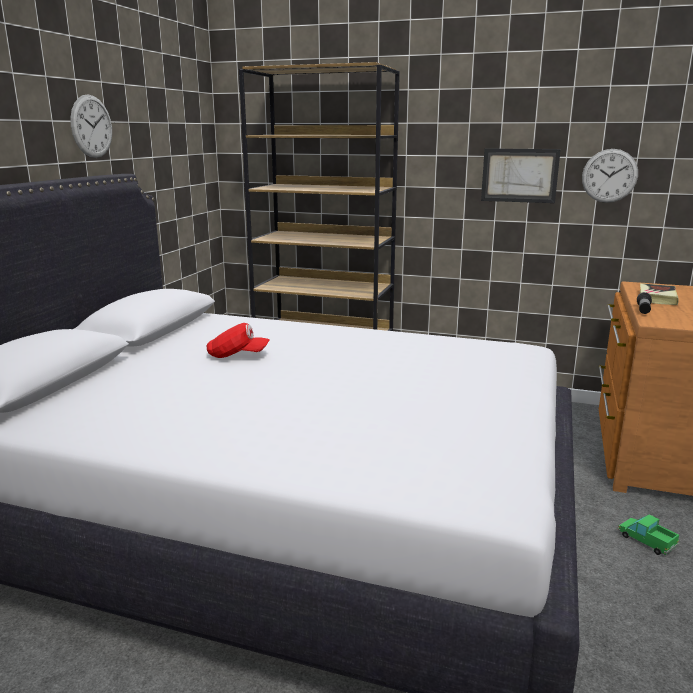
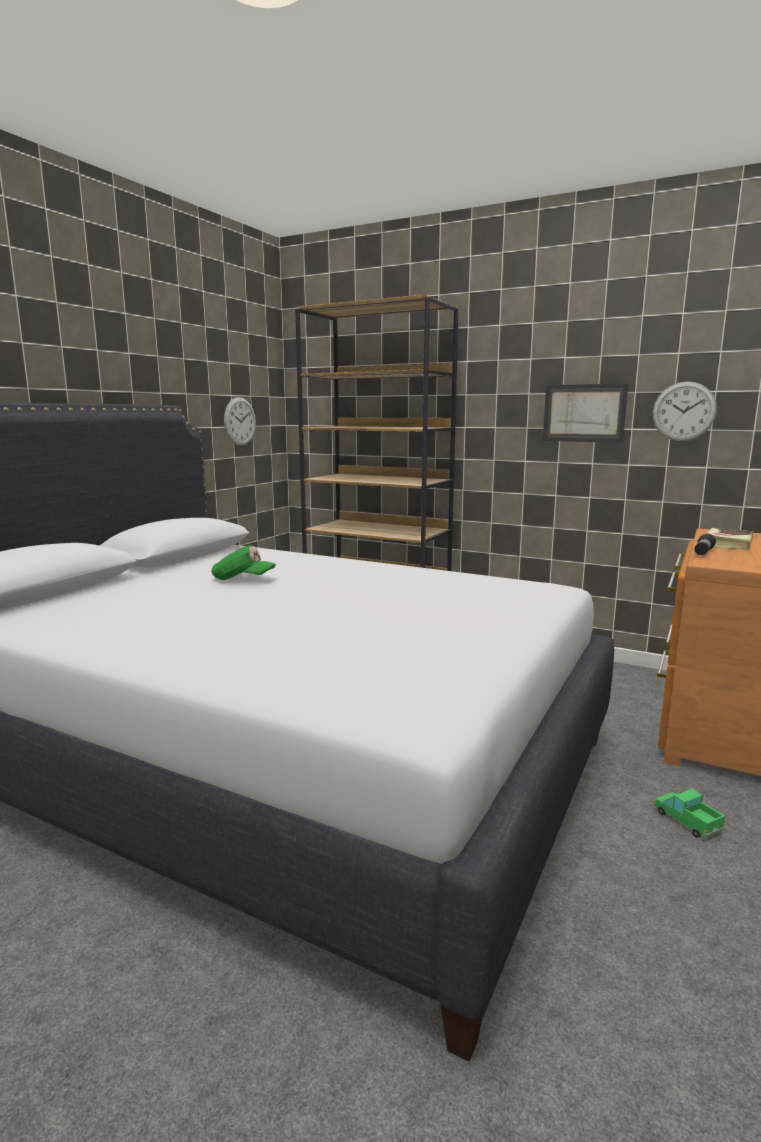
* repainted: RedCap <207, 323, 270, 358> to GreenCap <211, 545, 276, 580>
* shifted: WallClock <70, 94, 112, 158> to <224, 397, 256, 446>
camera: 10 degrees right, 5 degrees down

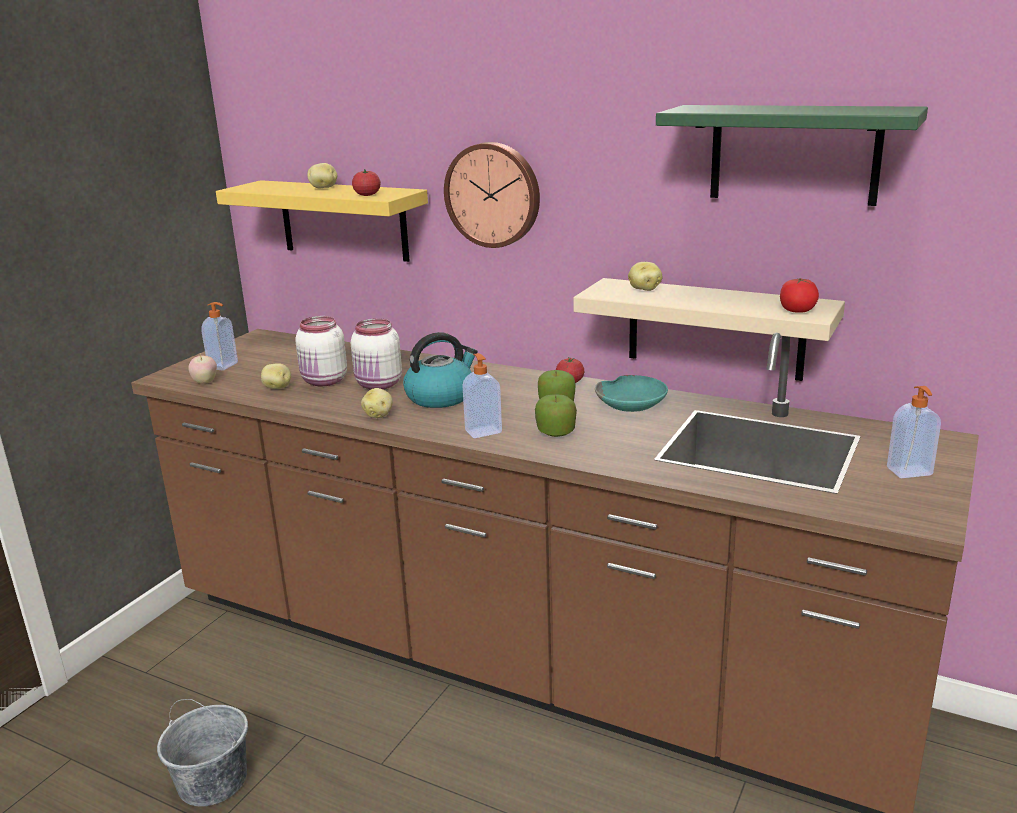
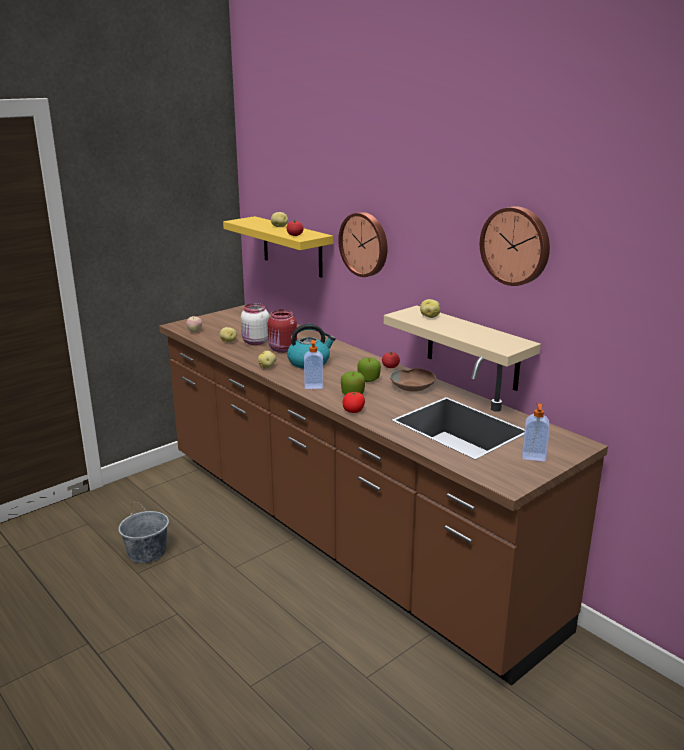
* repainted: WhiteJar <351, 318, 402, 390> to RedJar <268, 310, 297, 353>
* shifted: Tomato <780, 278, 819, 313> to <342, 392, 365, 413>
* repainted: TurquoiseBowl <595, 375, 668, 412> to BrownBowl <390, 368, 436, 392>
* swapped: GreenShelf <656, 105, 928, 206> to WallClock <480, 206, 550, 286>
* gone: SoapDispenser <201, 302, 238, 371>
camera: 20 degrees right, 0 degrees up

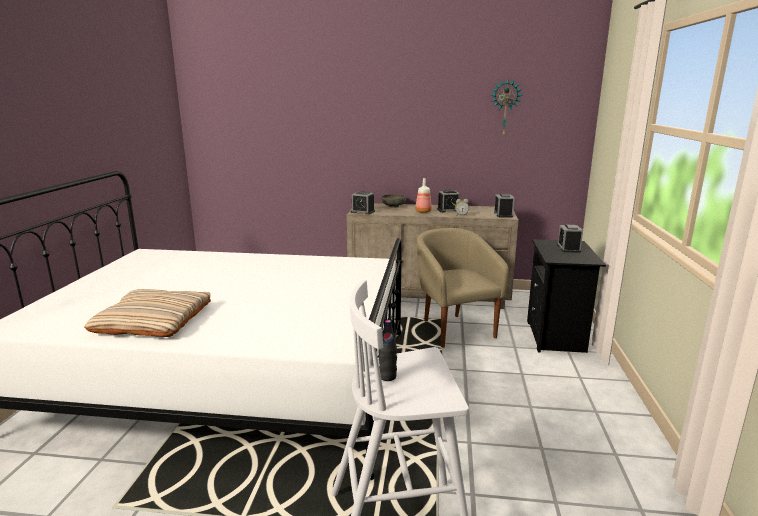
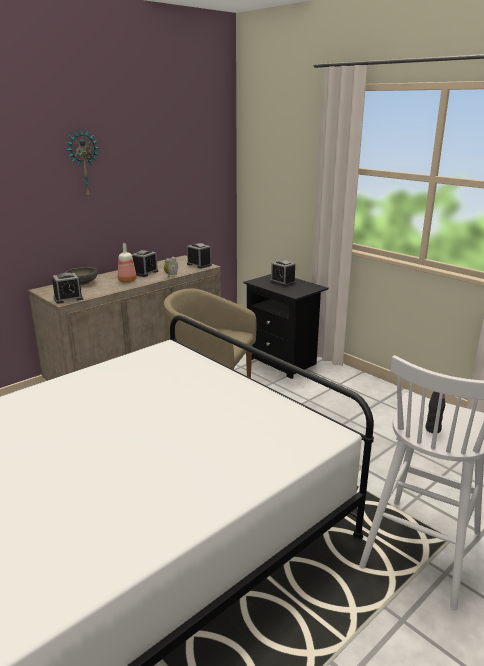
* shifted: WallClock <490, 79, 523, 138> to <66, 130, 99, 199>
* gone: BeigePillow <84, 289, 211, 337>
camera: 50 degrees left, 5 degrees up

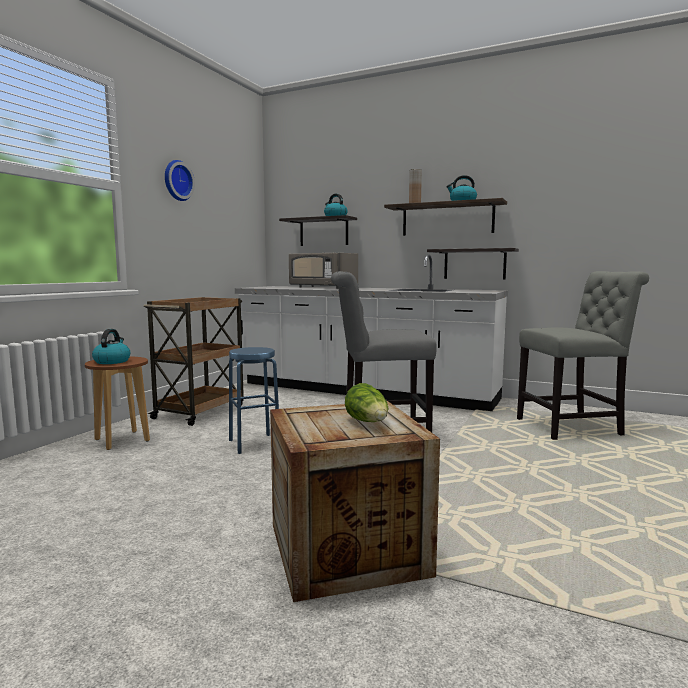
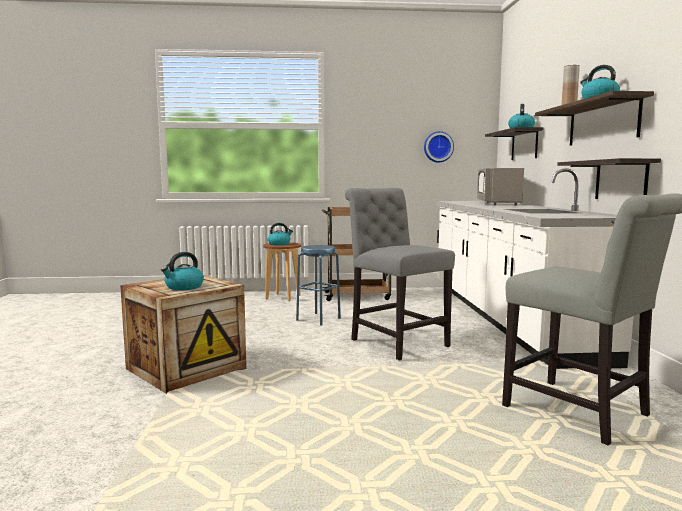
* swapped: Lettuce <345, 383, 388, 422> to Kettle <161, 252, 204, 290>
* shifted: WallClock <165, 160, 195, 201> to <424, 131, 454, 163>
camera: 60 degrees right, 0 degrees up

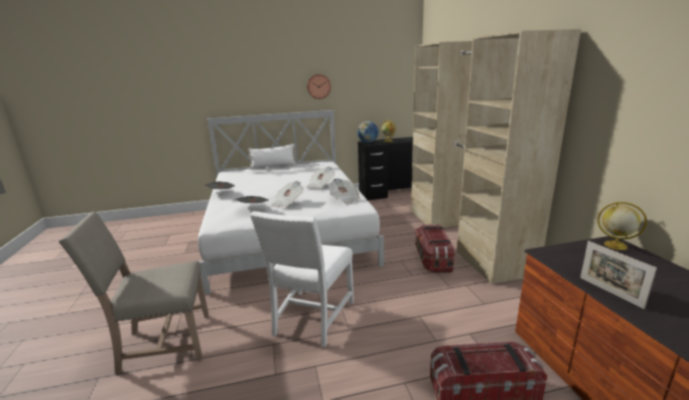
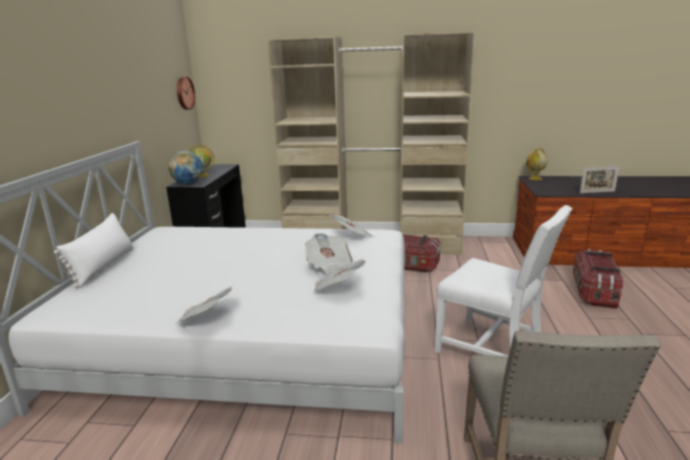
* shifted: WallClock <307, 74, 331, 99> to <177, 76, 195, 110>
* gone: Newspaper <306, 167, 335, 189>
camera: 70 degrees left, 0 degrees up

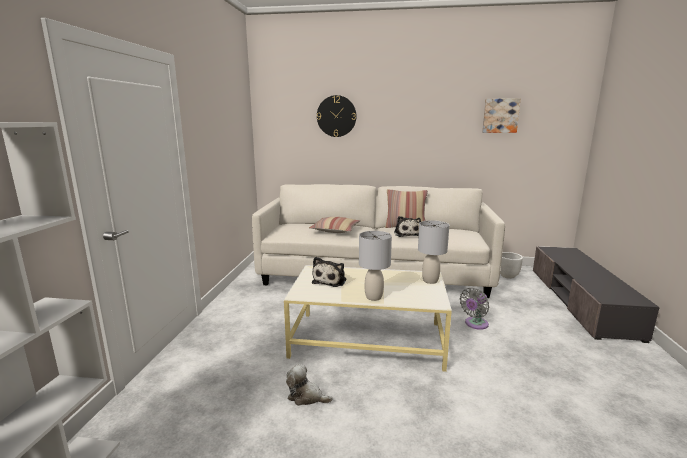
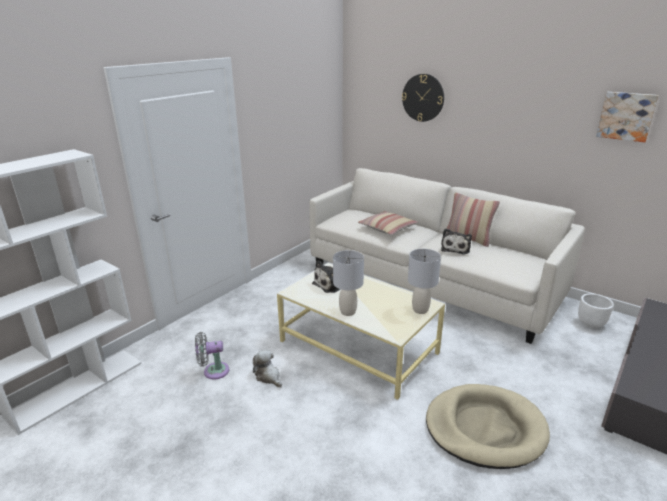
* shifted: GreyFan <460, 288, 489, 330> to <195, 332, 229, 380>
* new: BeigeDogBed <426, 384, 550, 469>
camera: 30 degrees right, 10 degrees up

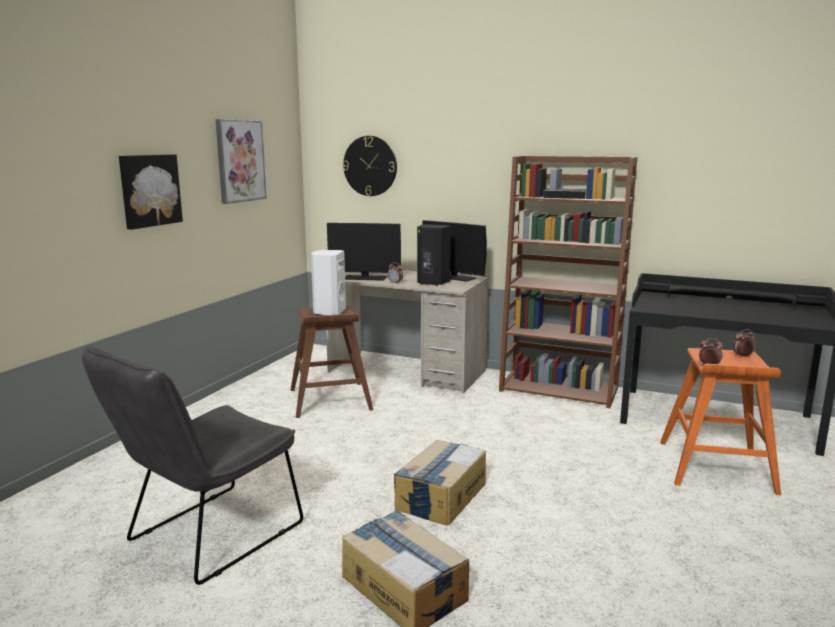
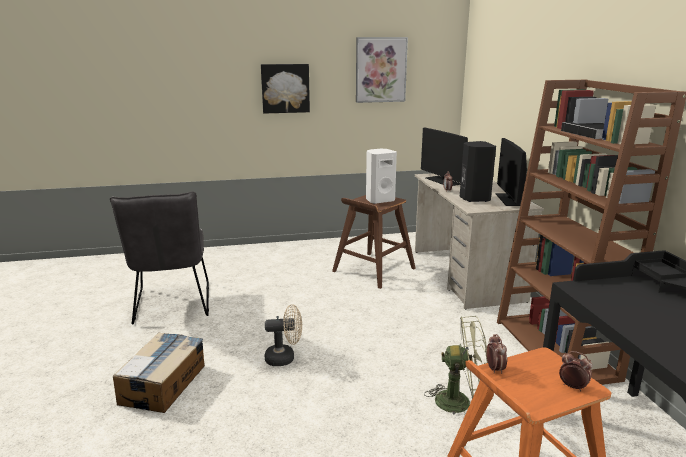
* rotated: GreyChair <82, 345, 303, 585> = <110, 191, 209, 324> 105 degrees counterclockwise
* swapped: CardboardBox <393, 440, 486, 526> to BeigeFan <264, 304, 302, 366>
* new: GreenFan <424, 316, 488, 414>
* gone: WallClock <343, 136, 397, 196>
camera: 55 degrees right, 5 degrees up

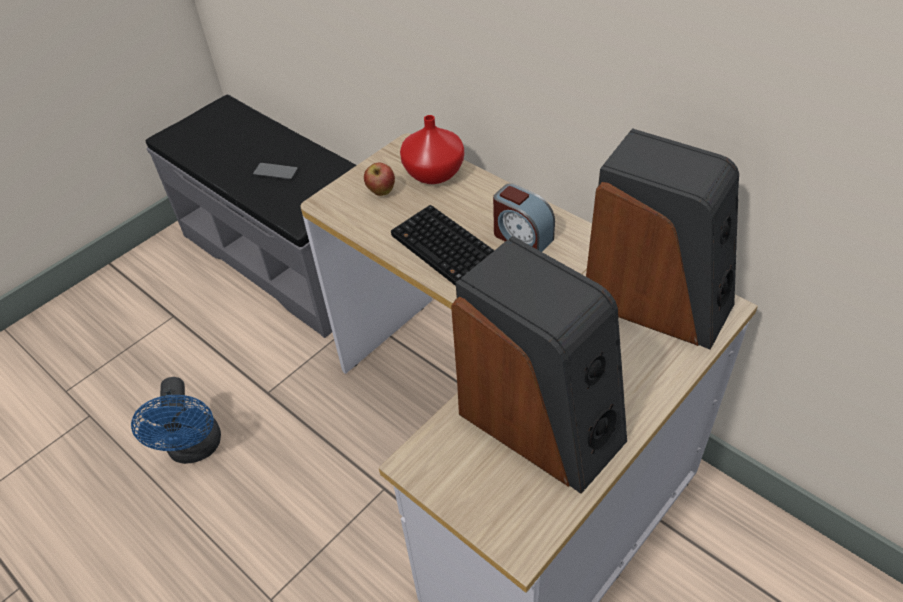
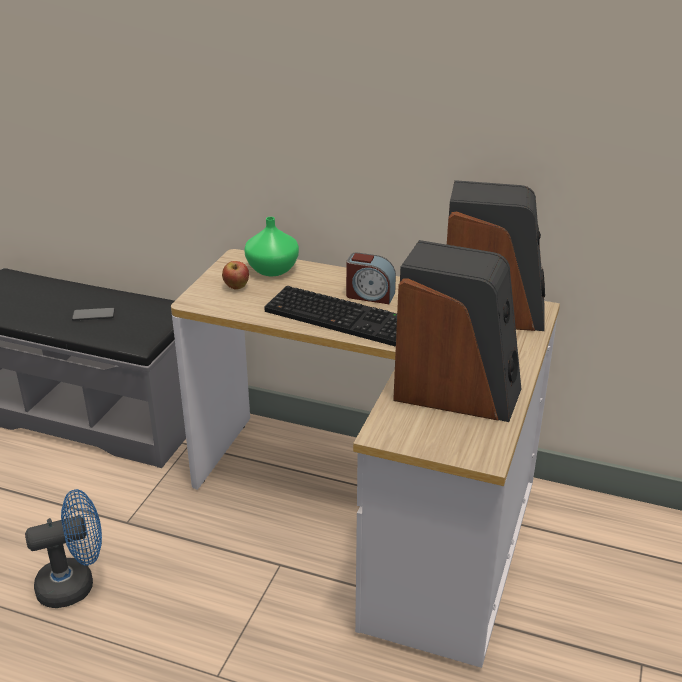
* rotated: BlueFan <131, 377, 221, 464> = <25, 489, 102, 608> 75 degrees counterclockwise
* repainted: RedVase <400, 115, 464, 184> to GreenVase <244, 217, 299, 276>
camera: 25 degrees left, 15 degrees down

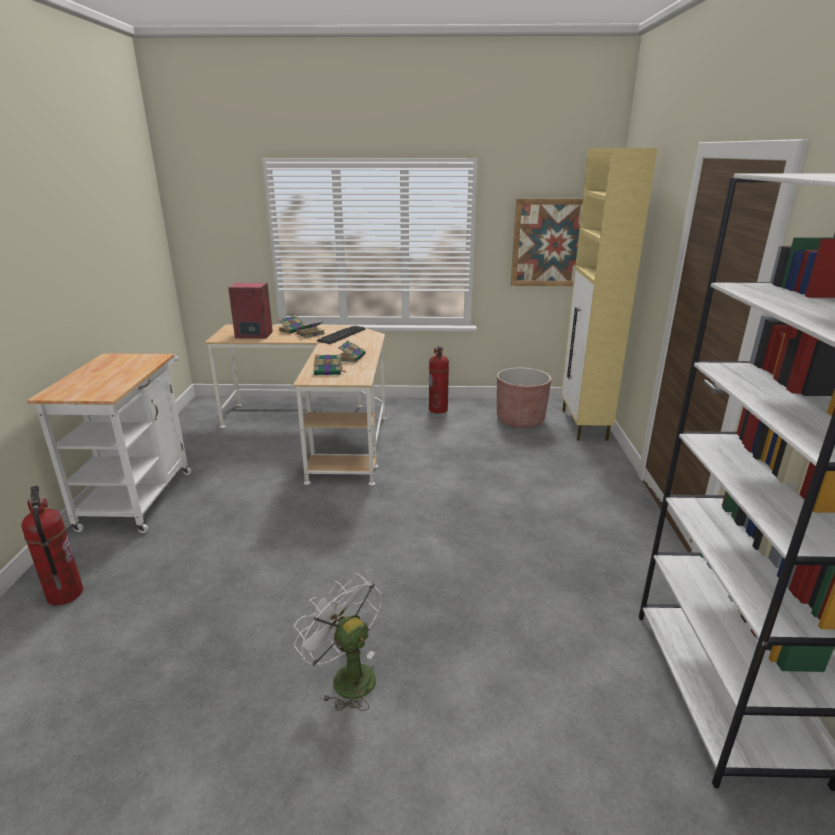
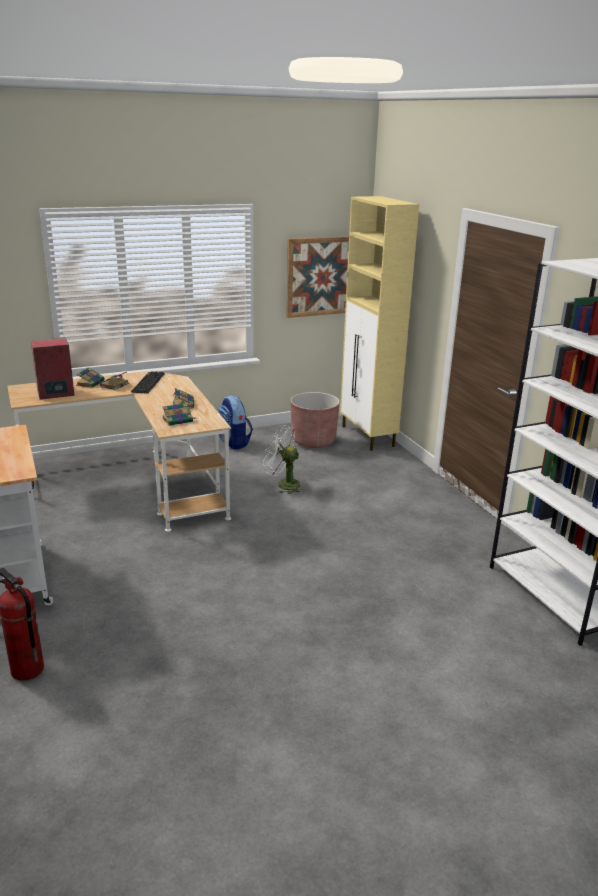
* swapped: FireExtinguisher <429, 346, 449, 414> to Backpack <217, 395, 253, 450>
* shifted: WhiteFan <294, 573, 382, 711> to <263, 425, 303, 494>
camera: 25 degrees left, 0 degrees up

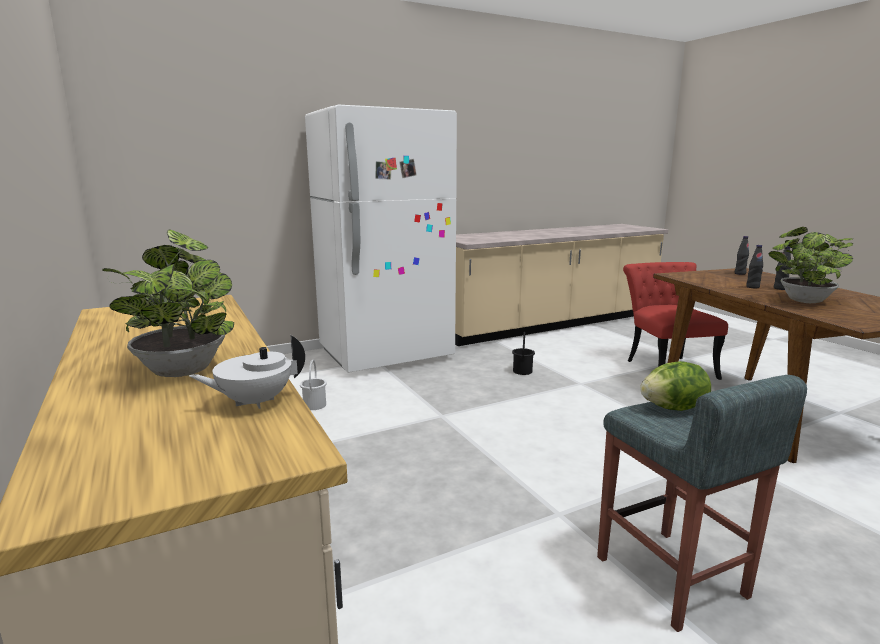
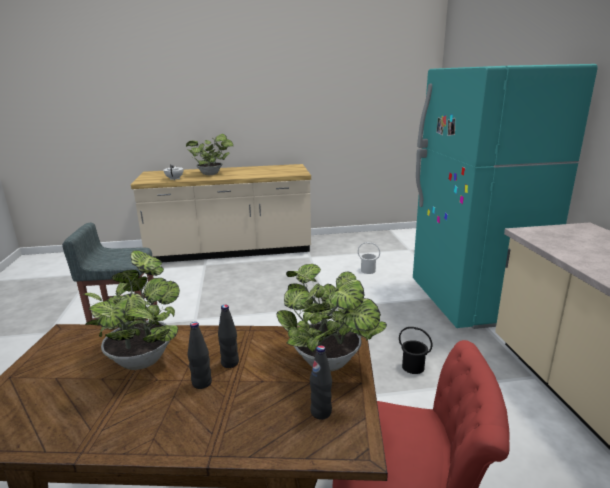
* new: PottedPlant <276, 264, 387, 371>
* repainted: WhiteFridge <305, 105, 457, 373> to TurquoiseFridge <413, 64, 598, 329>
* gone: Lettuce <640, 361, 711, 411>
camera: 110 degrees right, 5 degrees up

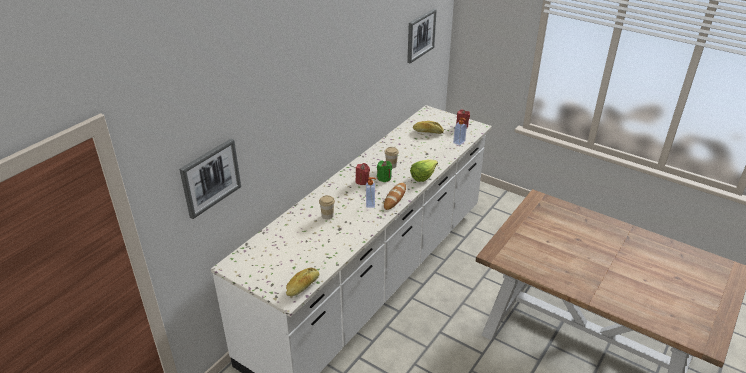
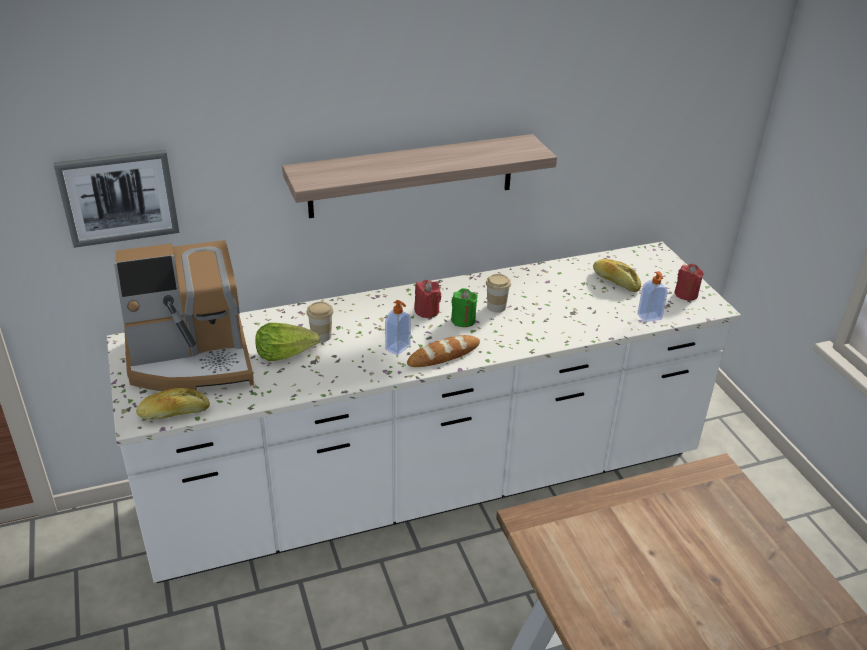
* new: CoffeeMachine <114, 240, 254, 391>
* shifted: Lettuce <410, 159, 438, 182> to <255, 323, 320, 361>
* new: Shelf <282, 134, 557, 218>
* gone: Picture <407, 9, 437, 63>
camera: 35 degrees right, 0 degrees up

